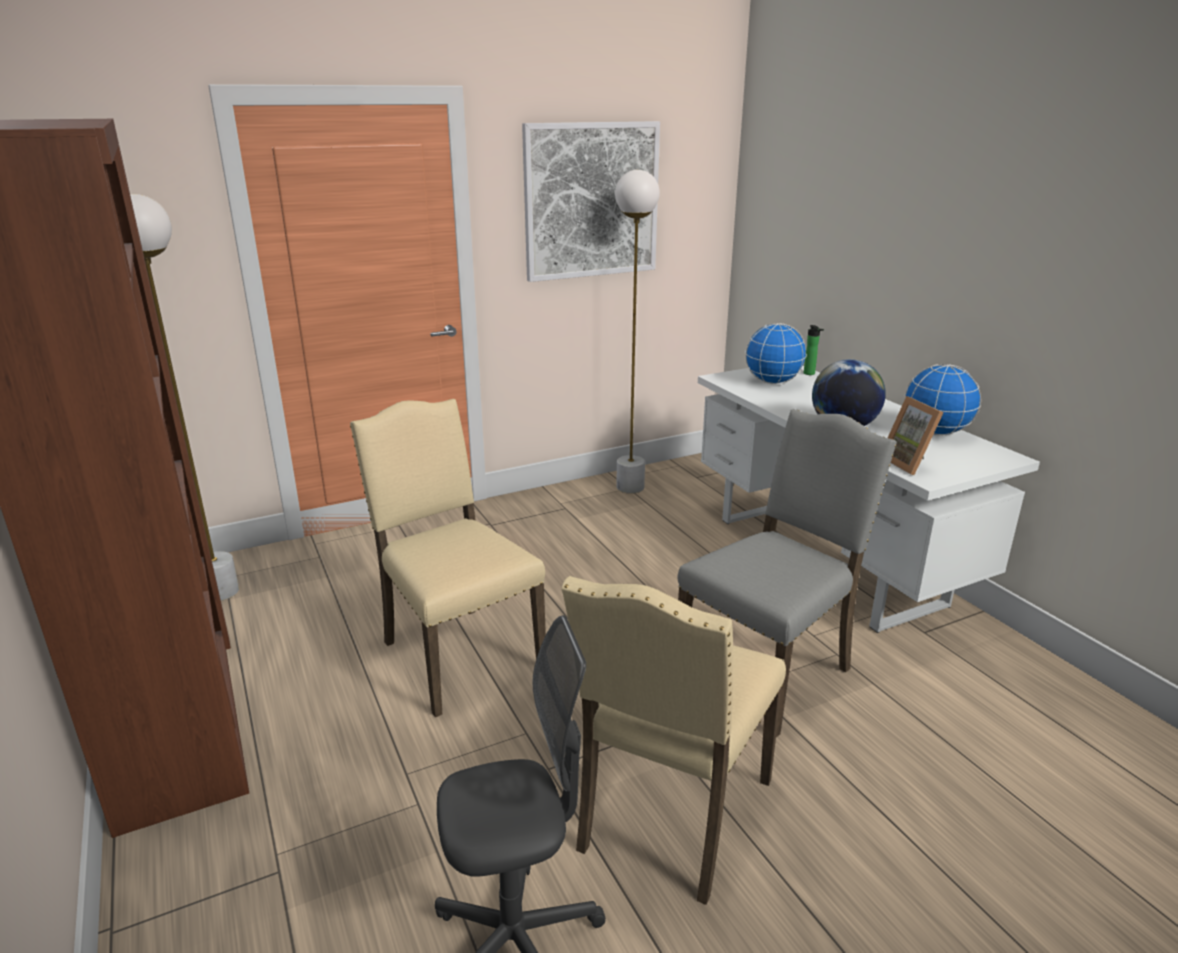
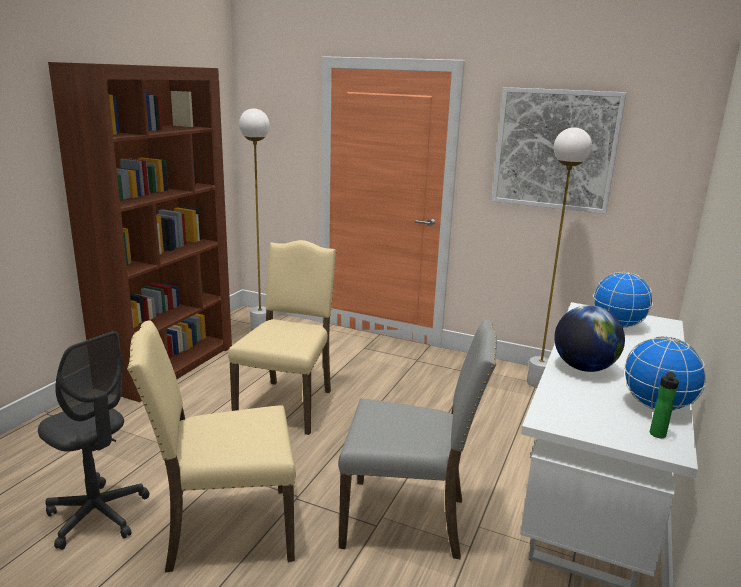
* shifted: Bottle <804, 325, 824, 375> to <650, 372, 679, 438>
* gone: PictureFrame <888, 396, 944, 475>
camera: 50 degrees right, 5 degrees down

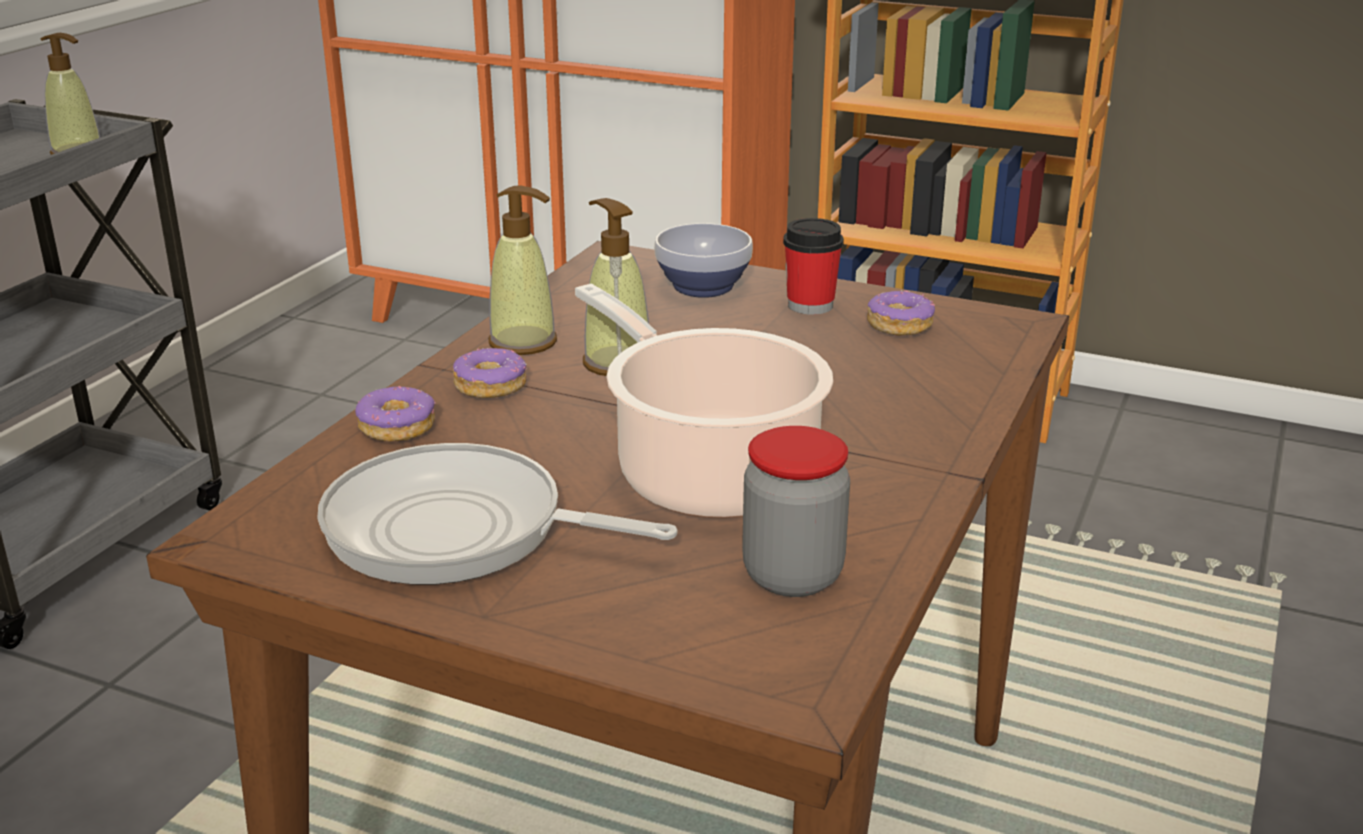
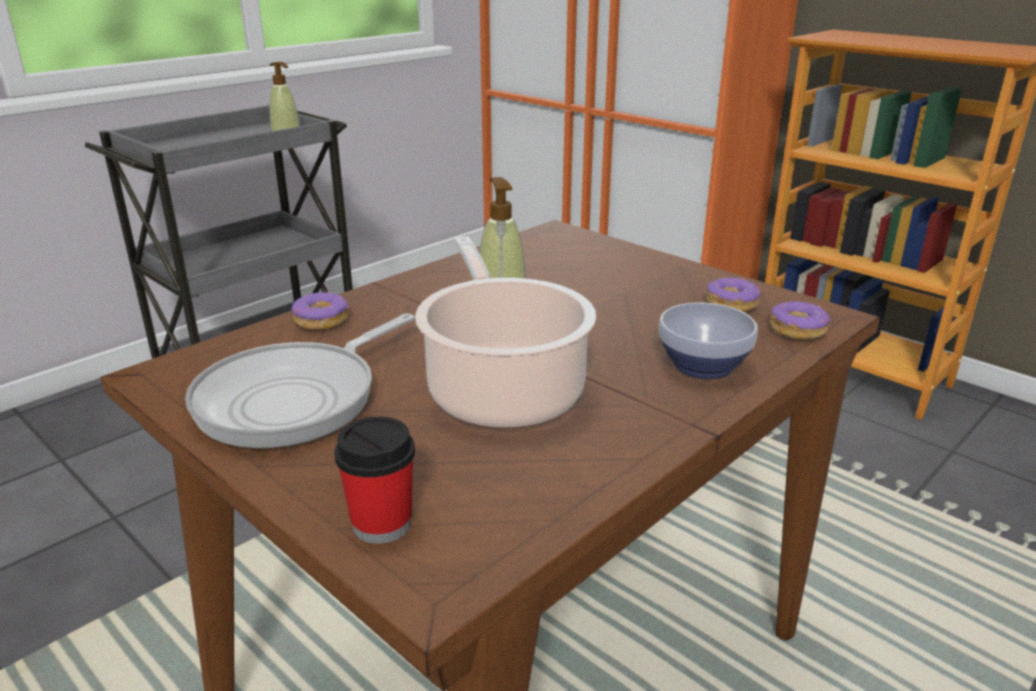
* rotated: FryingPan <318, 443, 677, 585> = <185, 314, 415, 448> 90 degrees counterclockwise
* shifted: Cup <783, 218, 844, 315> to <334, 416, 415, 544>
* shifted: Bowl <654, 223, 753, 298> to <659, 303, 758, 379>
* shifted: Donut <453, 348, 527, 398> to <770, 300, 830, 340>
* gone: SoapDispenser <488, 185, 557, 355>
* gone: Jar <742, 426, 850, 597>
camera: 20 degrees right, 0 degrees up

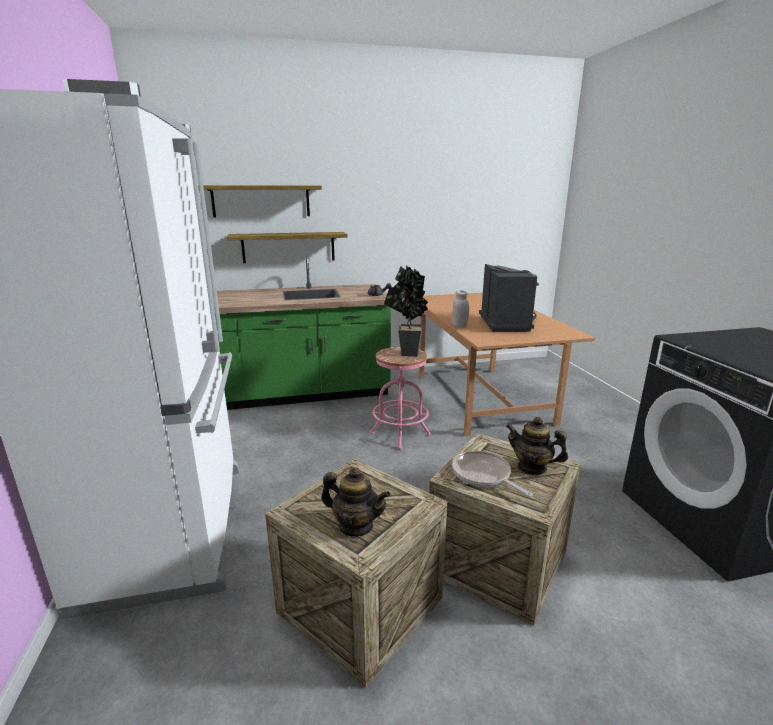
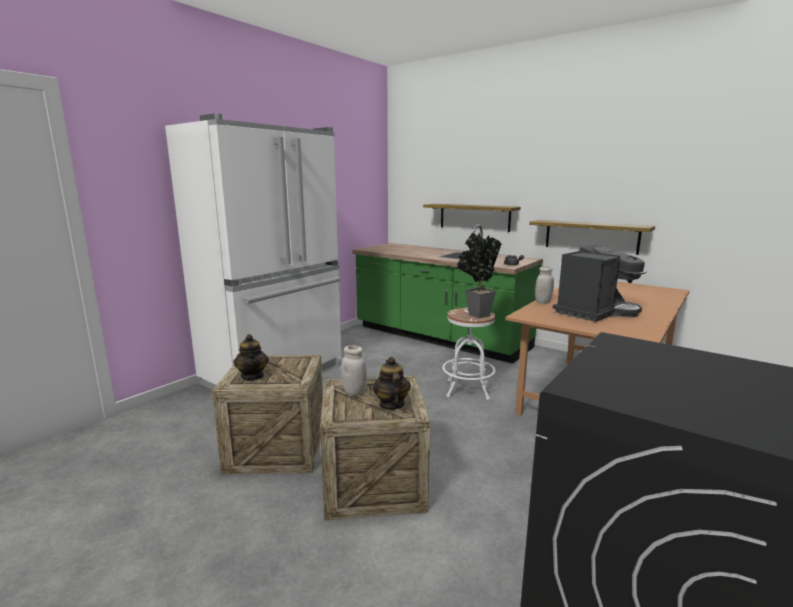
* swapped: FryingPan <452, 451, 532, 497> to WhiteJar <341, 345, 367, 396>
* repainted: PinkStool <370, 347, 431, 449> to WhiteStool <442, 308, 495, 400>
* shifted: Shelf <198, 185, 322, 217> to <529, 220, 655, 255>
camera: 50 degrees right, 5 degrees down

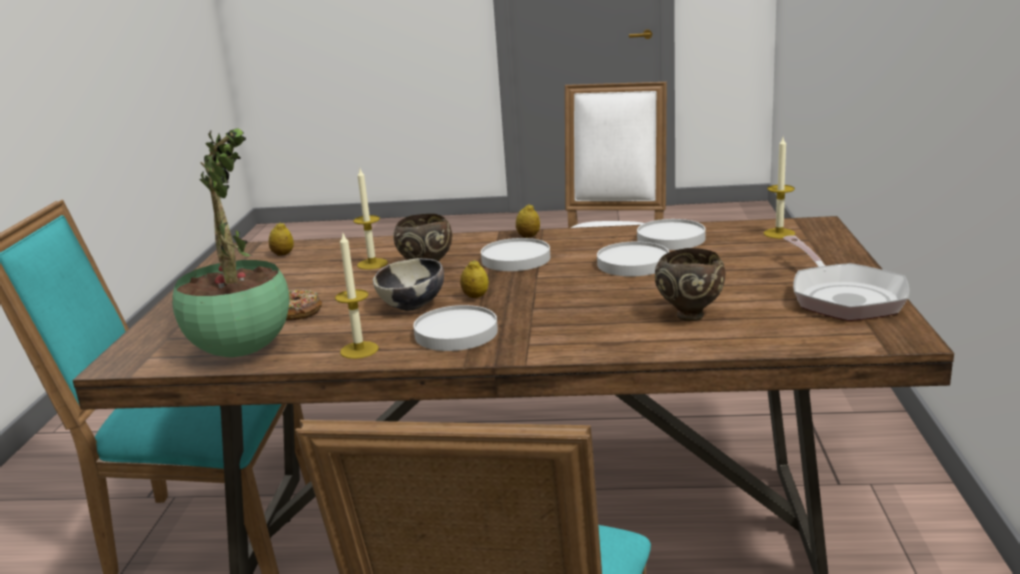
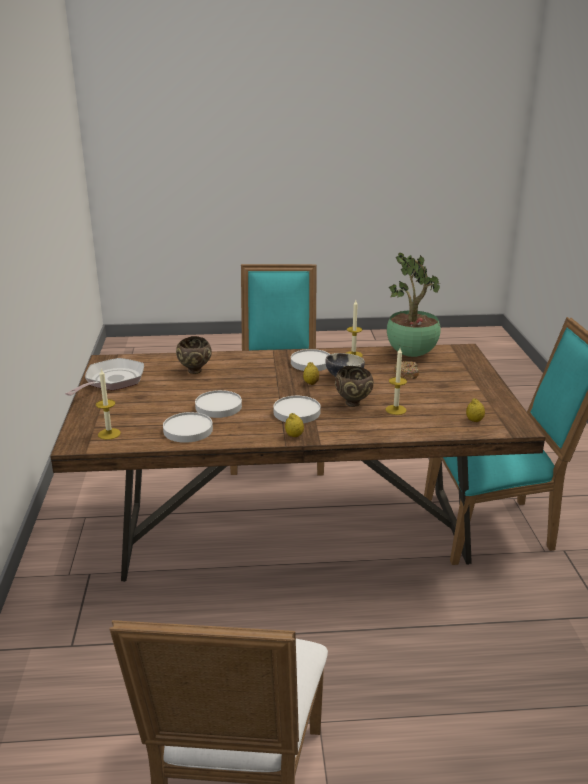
* rotated: FryingPan <783, 235, 909, 321> = <65, 358, 144, 396> 45 degrees clockwise
camera: 170 degrees right, 5 degrees up

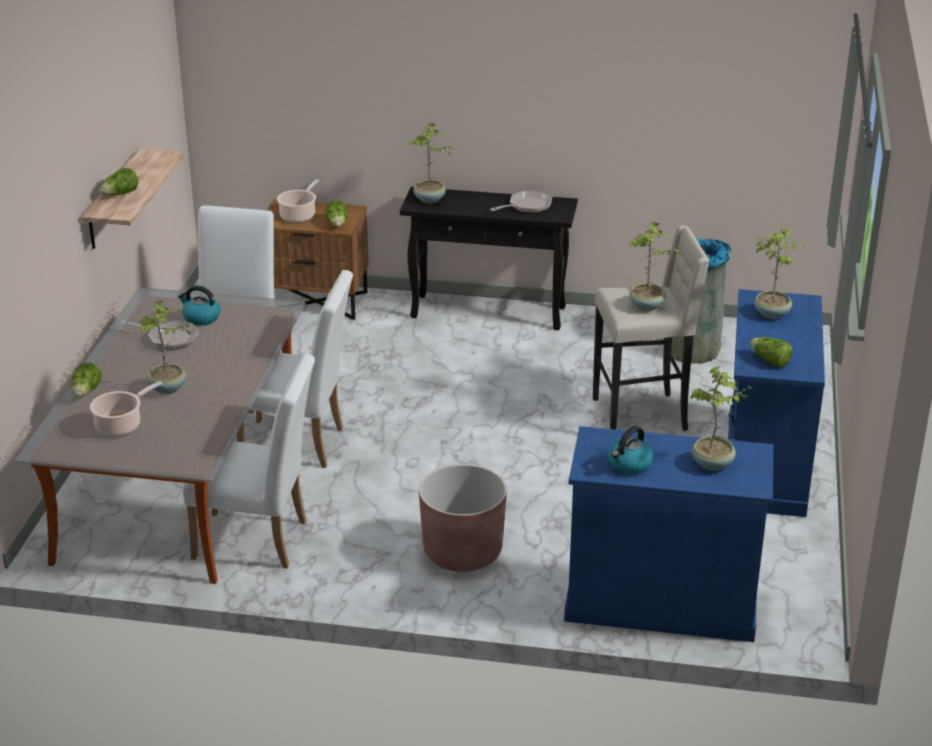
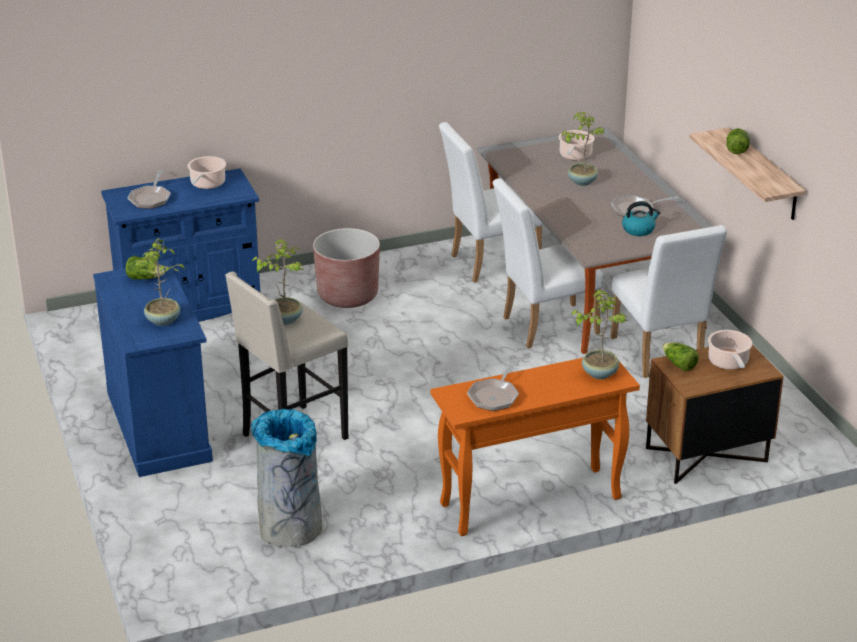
* swapped: PottedPlant <690, 366, 754, 471> to FryingPan <128, 170, 171, 209>
* swapped: Kettle <608, 426, 653, 475> to CookingPot <188, 156, 226, 189>
* repainted: BlackConsoleTable <400, 187, 578, 330> to OrangeConsoleTable <431, 352, 640, 536>
* gone: Lettuce <71, 363, 102, 397>
camera: 150 degrees right, 0 degrees up

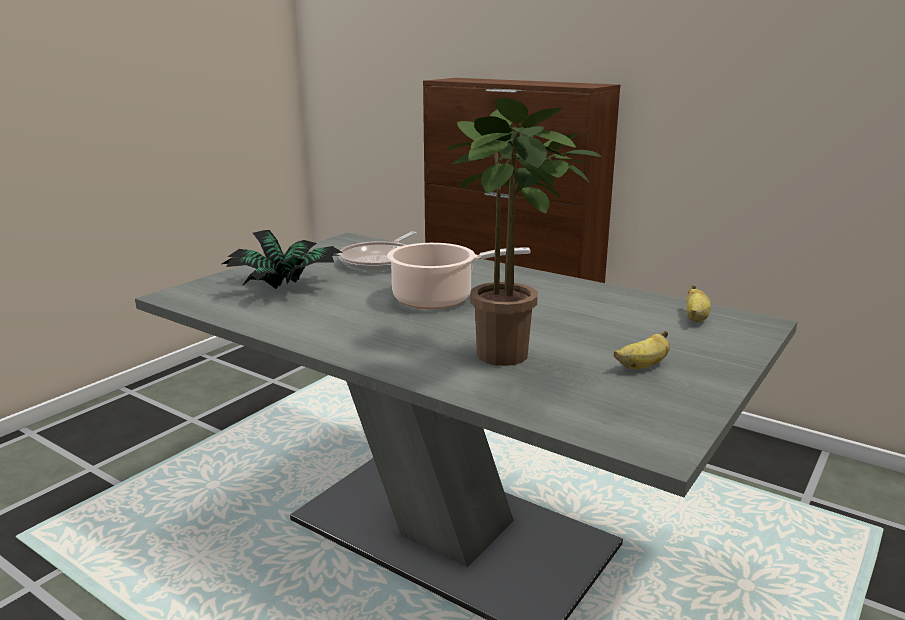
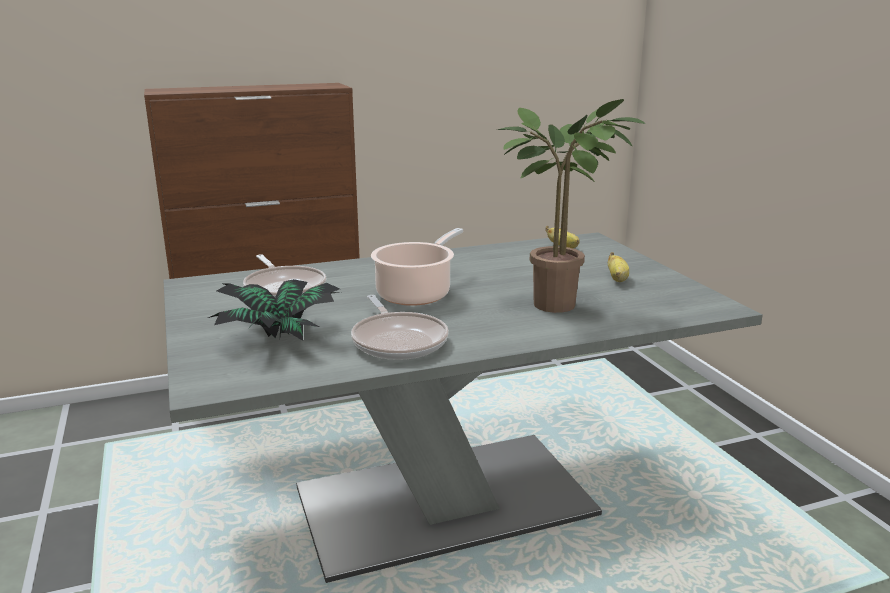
* new: FryingPan <351, 295, 449, 360>
camera: 55 degrees left, 0 degrees up

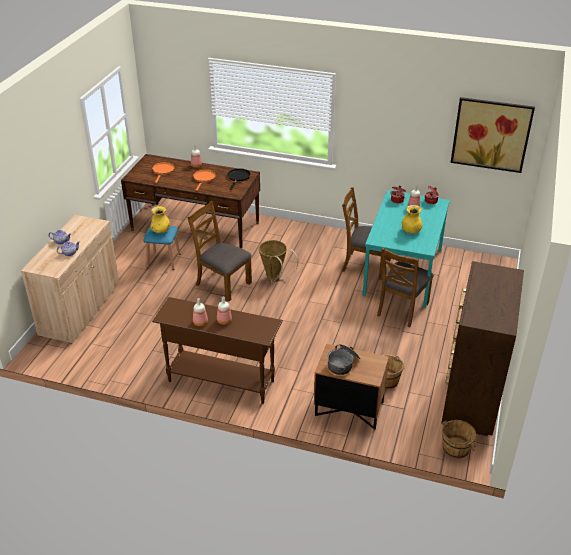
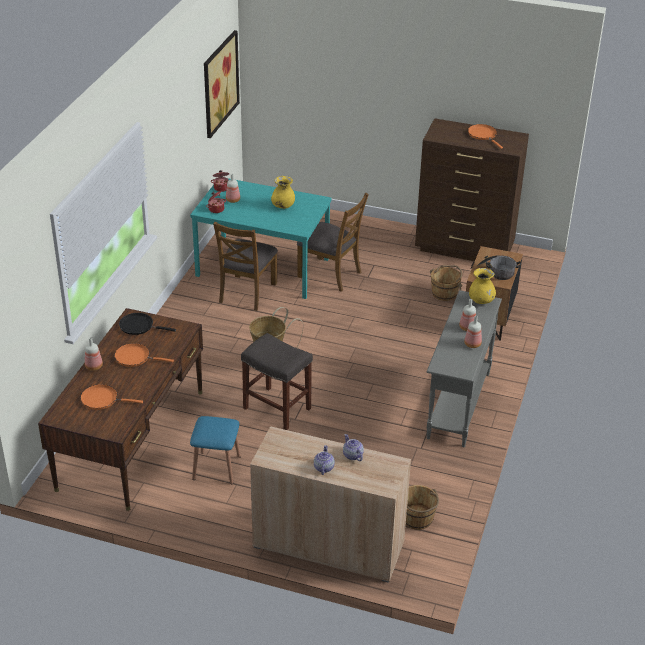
* swapped: BrownChair <187, 202, 252, 302> to GreyStool <241, 333, 313, 430>
* shifted: BrownBucket <442, 420, 476, 459> to <406, 485, 439, 530>
* repainted: BrownConsoleTable <152, 297, 283, 404> to GreyConsoleTable <426, 290, 502, 447>
* new: OrangeFryingPan <468, 124, 503, 149>
* shifted: YellowVase <150, 206, 170, 233> to <469, 268, 496, 304>
camera: 90 degrees left, 0 degrees up

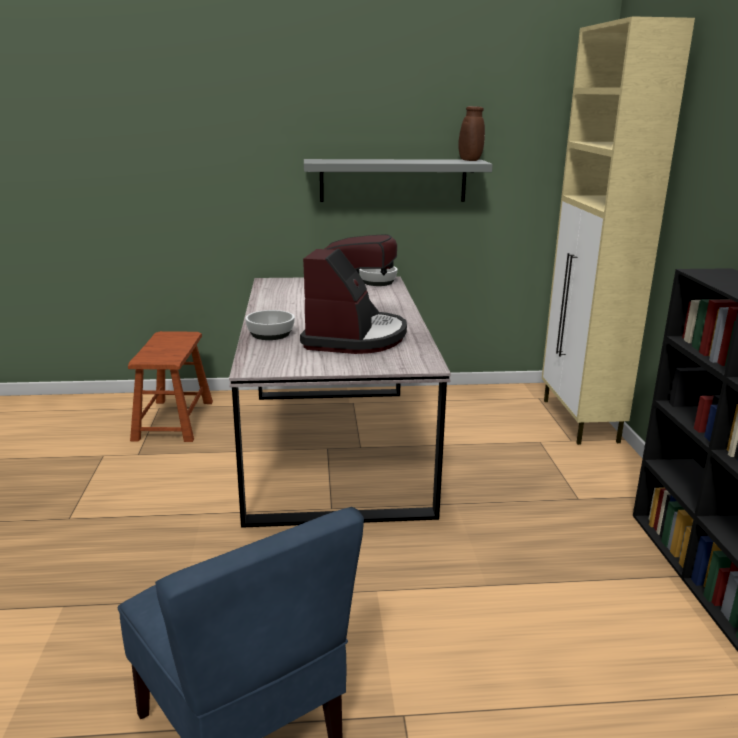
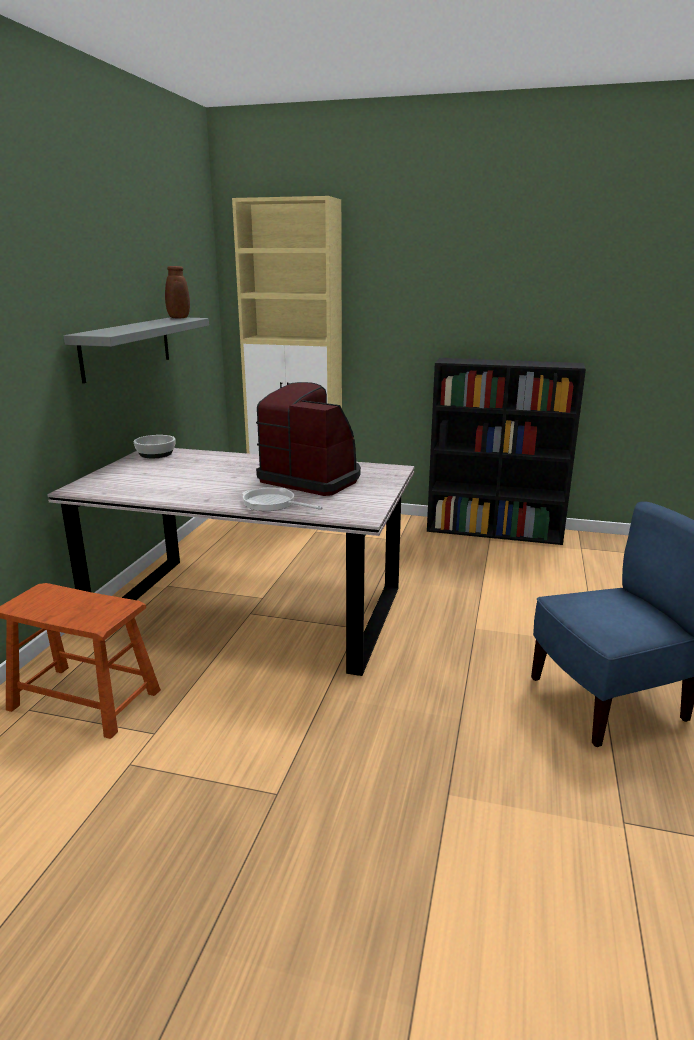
* swapped: Bowl <245, 310, 295, 340> to FryingPan <242, 487, 323, 511>
camera: 70 degrees left, 0 degrees up

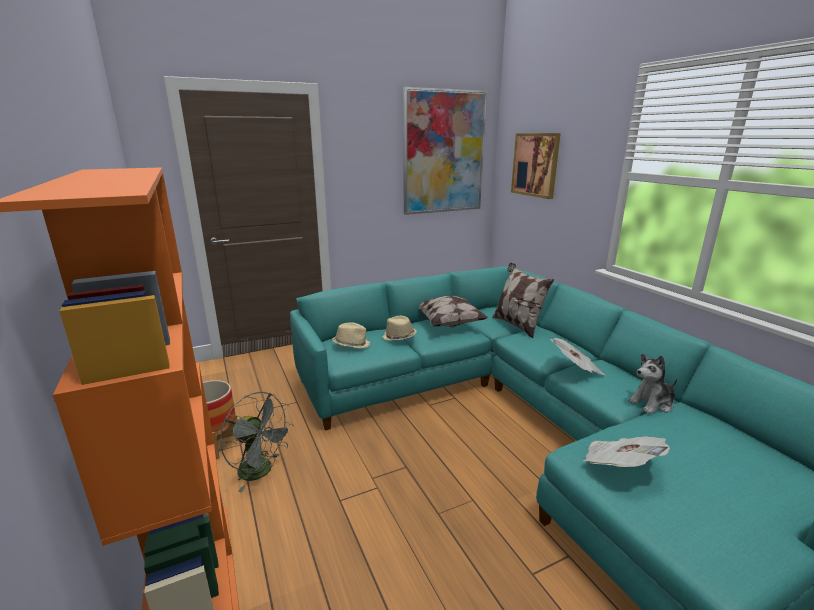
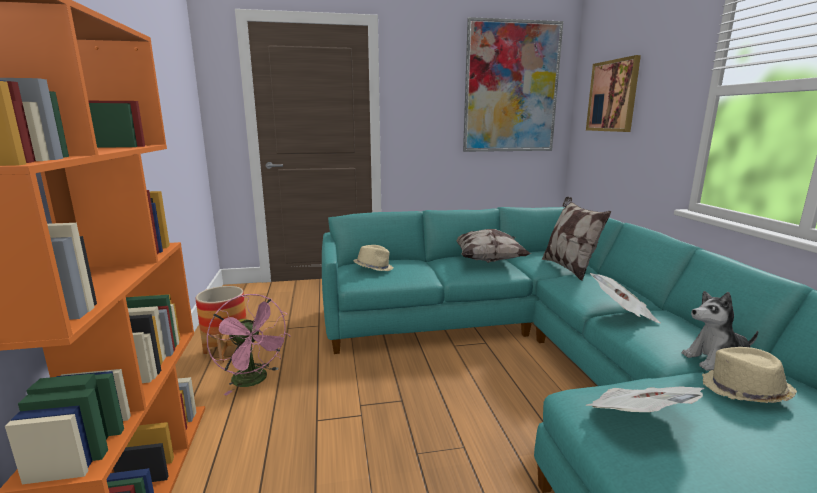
* repainted: GreyFan <220, 392, 294, 492> to PinkFan <207, 294, 291, 396>
* shifted: BeigeHat <382, 316, 417, 341> to <702, 347, 797, 403>
camera: 15 degrees right, 5 degrees down

